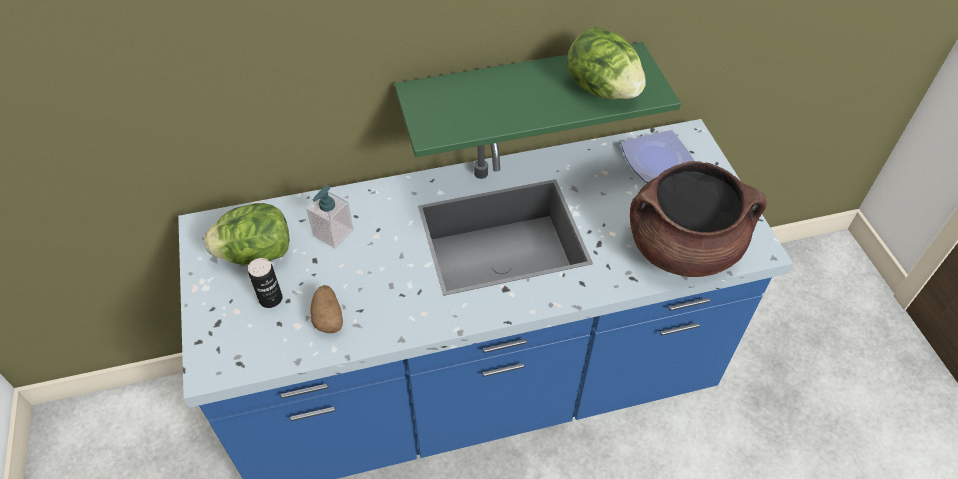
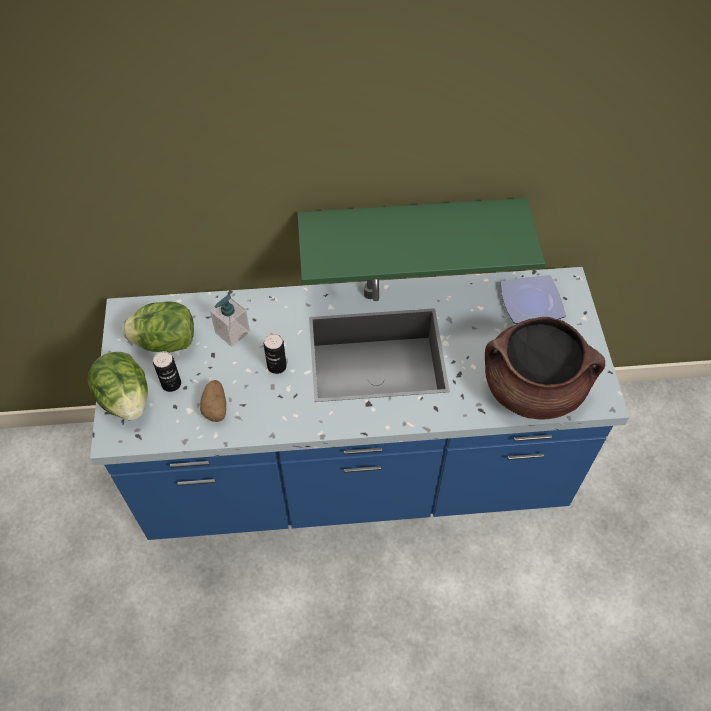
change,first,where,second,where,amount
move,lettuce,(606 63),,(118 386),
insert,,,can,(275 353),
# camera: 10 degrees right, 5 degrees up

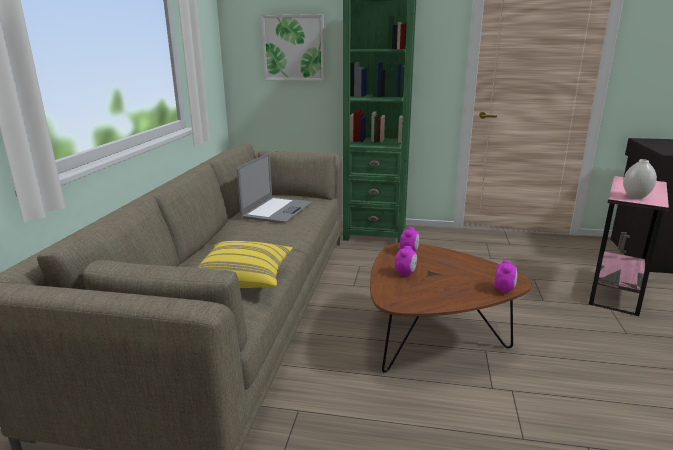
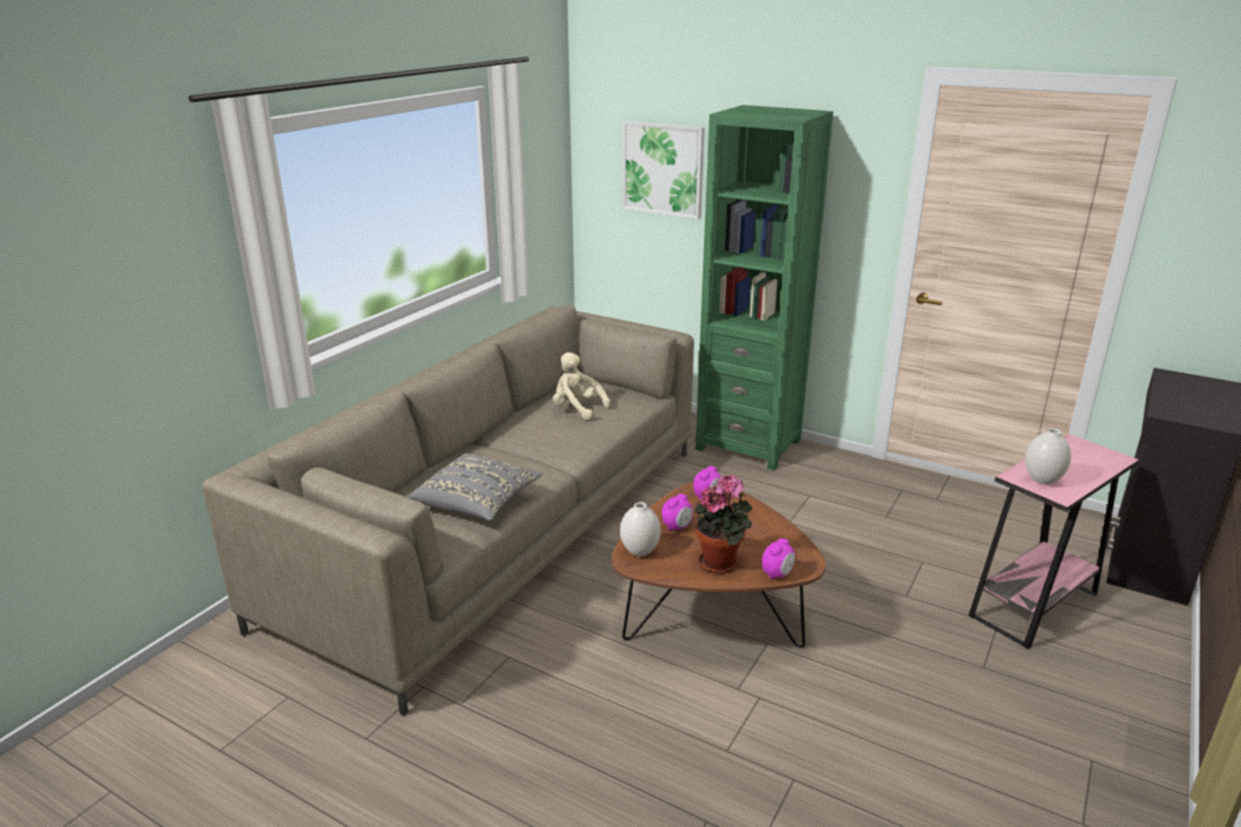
change,first,where,second,where,amount
recolor,yellow_pillow,(245 264),grey_pillow,(475 487),
replace,laptop,(274 188),beige_plush_toy,(582 386),
insert,,,white_vase,(640 529),
insert,,,potted_plant,(723 523),
# camera: 20 degrees right, 5 degrees up

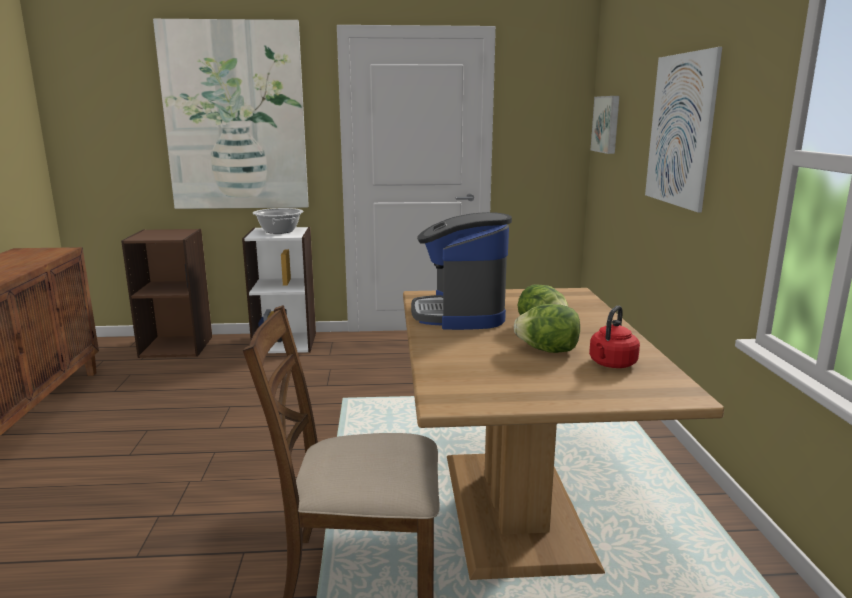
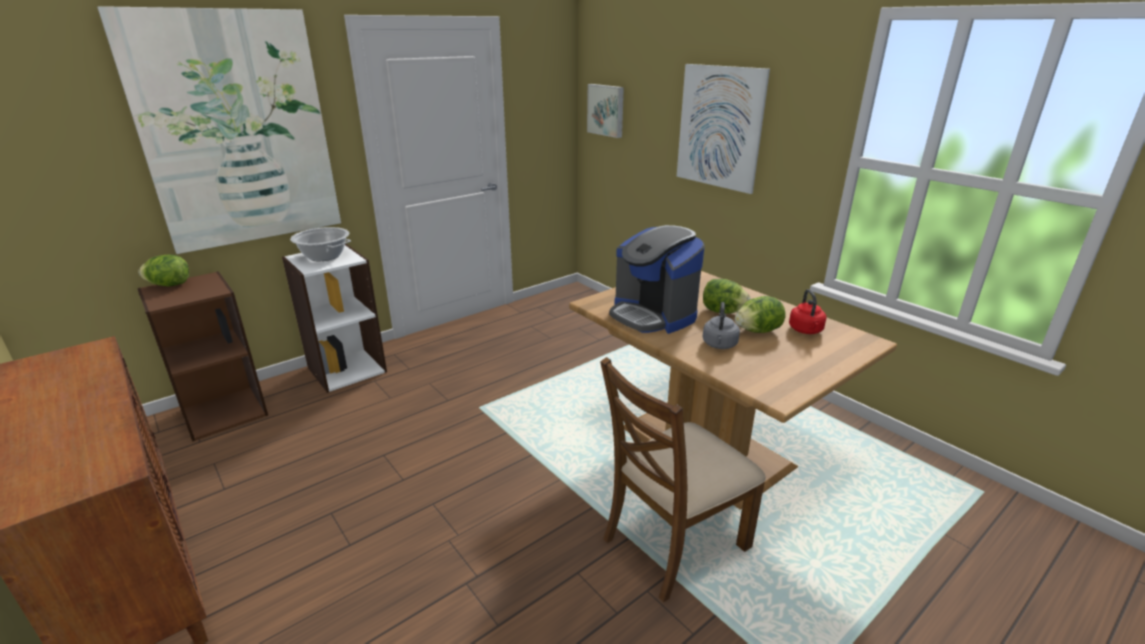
change,first,where,second,where,amount
insert,,,lettuce,(163 271),
insert,,,grey_kettle,(721 325),
# camera: 35 degrees left, 10 degrees up

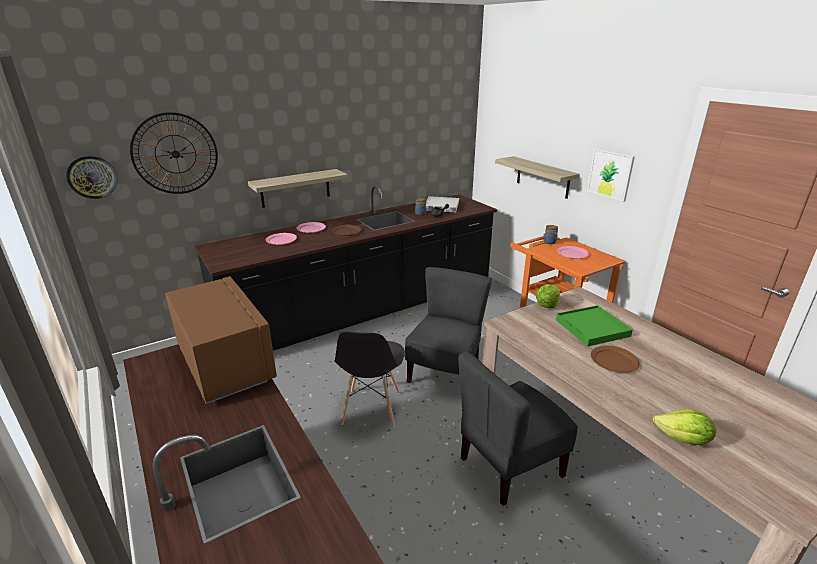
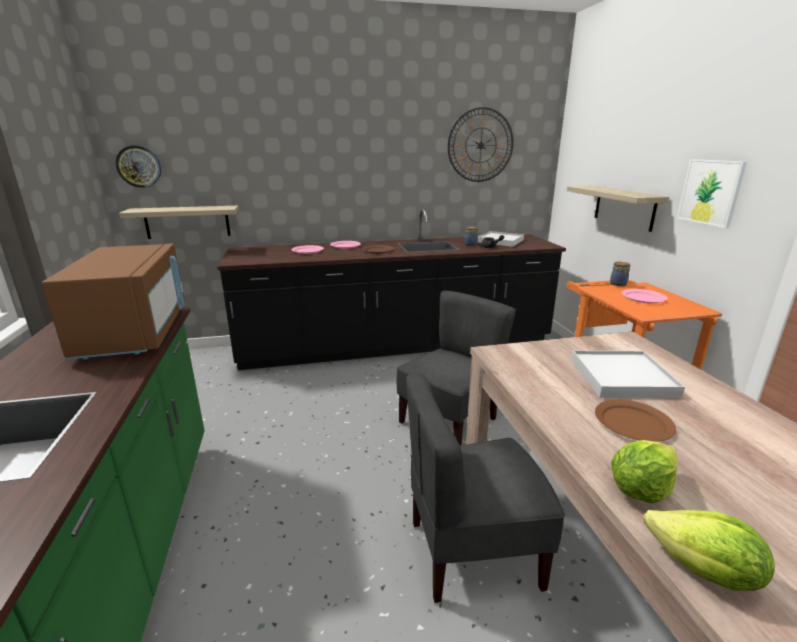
change,first,where,second,where,amount
move,shelf,(298 188),,(179 222),
move,wall_clock,(174 153),,(481 144),
recolor,green_tray,(594 326),white_tray,(628 374),
move,lettuce,(548 296),,(644 471),
delete,grey_chair,(369 380),,,
# camera: 20 degrees right, 5 degrees down

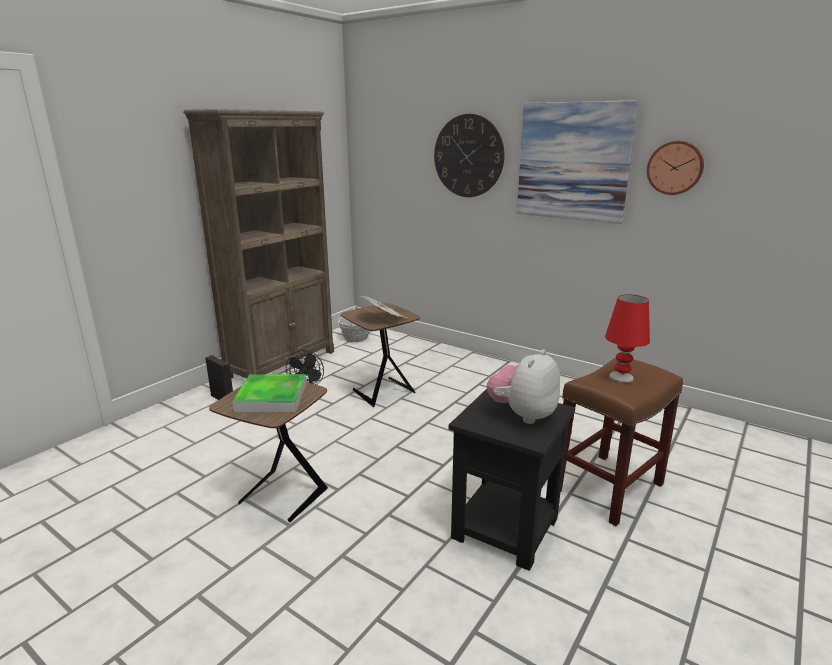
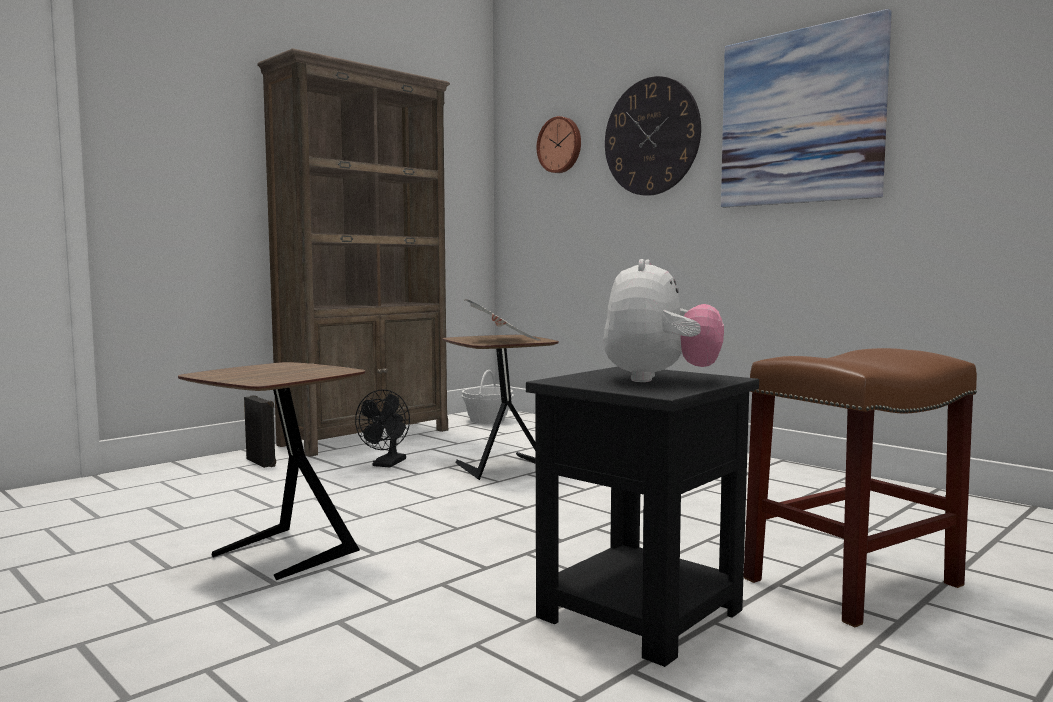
change,first,where,second,where,amount
move,wall_clock,(675 168),,(559 144),
rotate,plush_toy,(523 386),,(663 320),150 degrees clockwise
delete,tray,(269 393),,,
delete,red_table_lamp,(627 338),,,
# camera: 10 degrees right, 15 degrees down

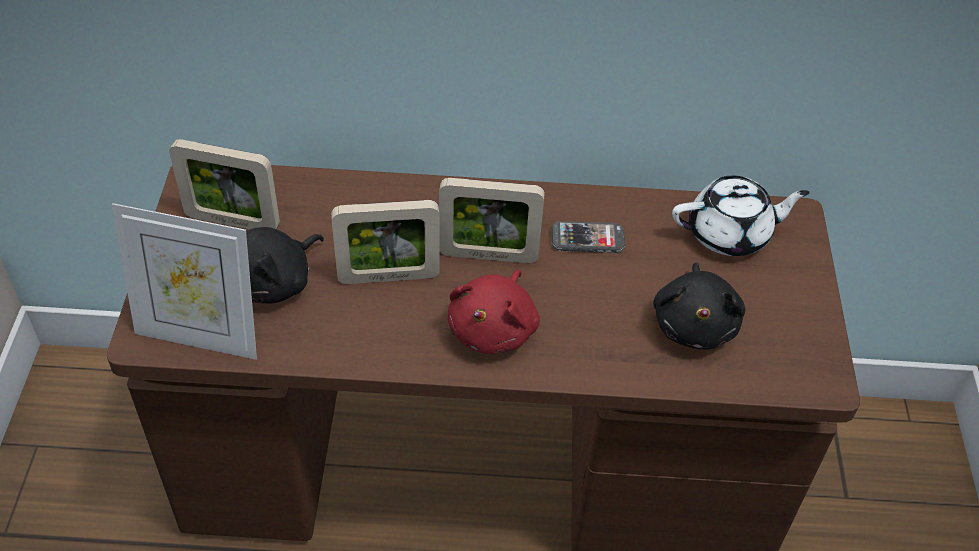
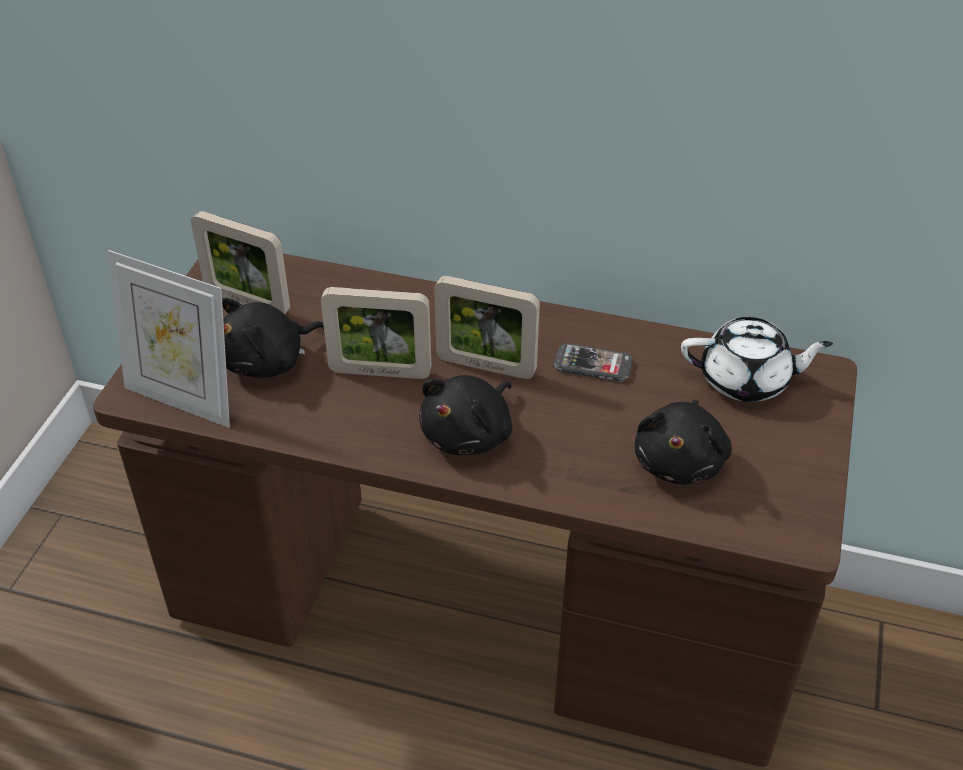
change,first,where,second,where,amount
recolor,red_plush_toy,(493 312),black_plush_toy,(465 415),
# camera: 15 degrees right, 5 degrees down

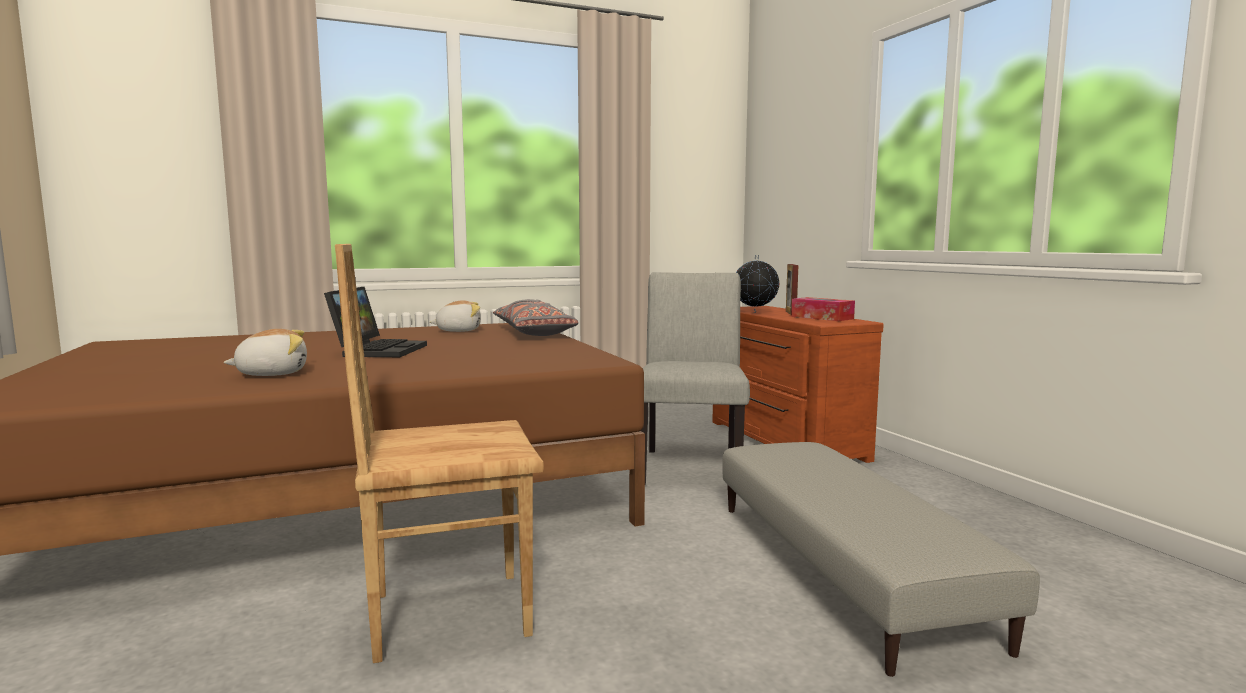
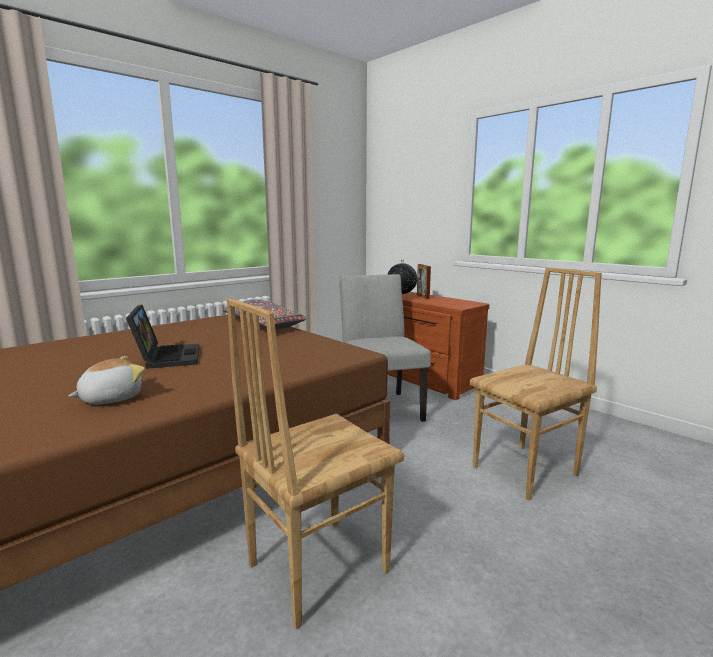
change,first,where,second,where,amount
replace,grey_ottoman,(881 559),brown_chair,(536 384),
delete,plush_toy,(455 316),,,
delete,tissue_box,(823 309),,,
# camera: 20 degrees left, 5 degrees up

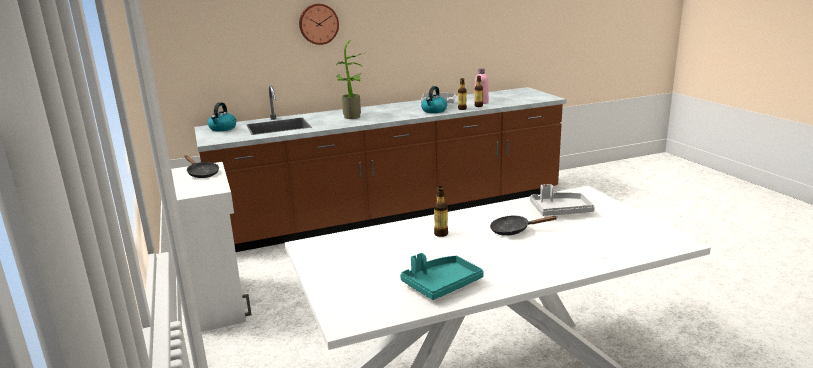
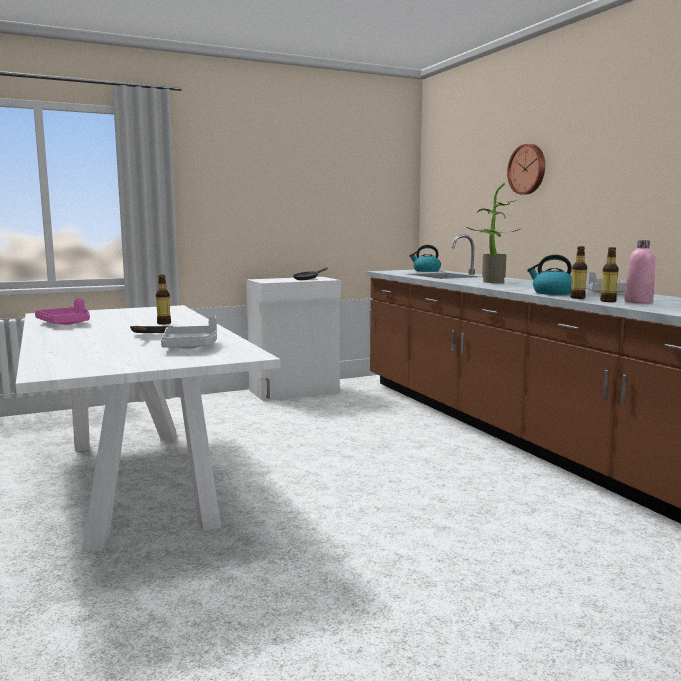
change,first,where,second,where,amount
recolor,turquoise_tray,(442 276),pink_tray,(62 311),
# camera: 85 degrees right, 10 degrees down

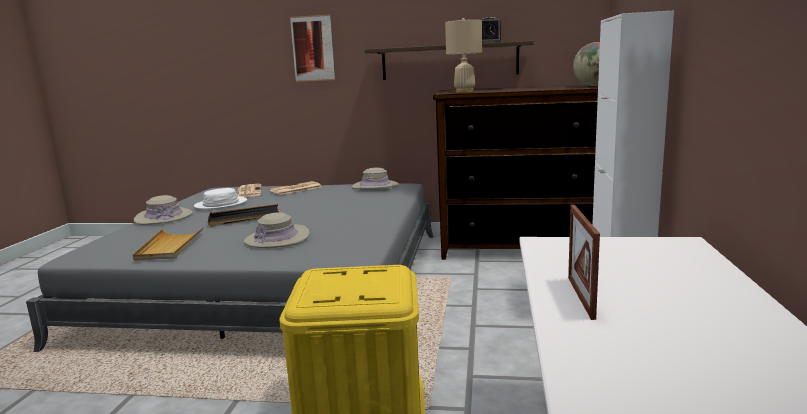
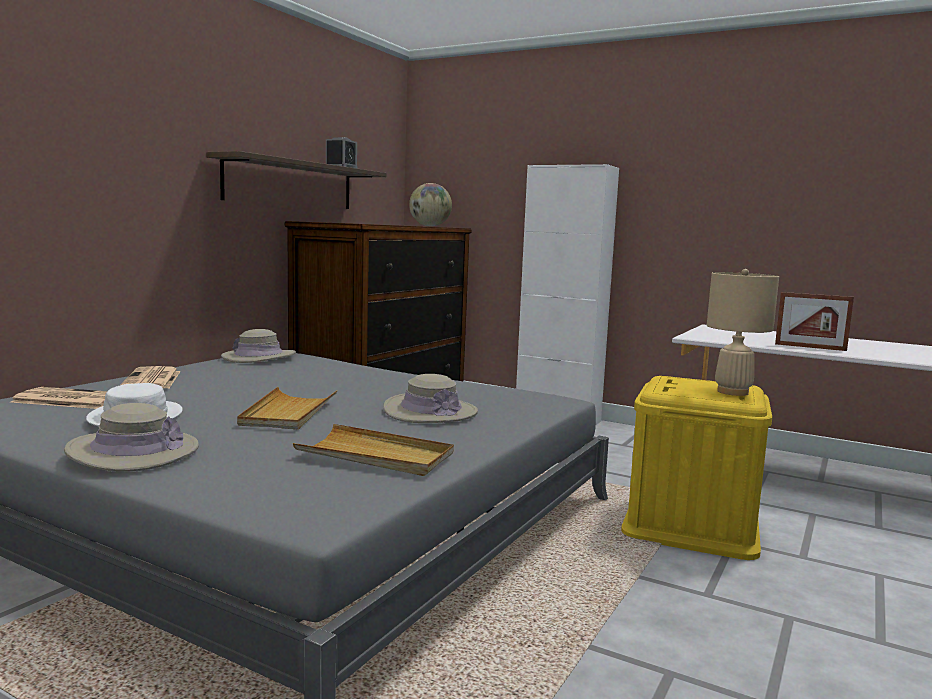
change,first,where,second,where,amount
recolor,black_tray,(243 215),beige_tray,(287 408),
move,beige_table_lamp,(463 55),,(743 332),
delete,picture,(312 48),,,
# camera: 70 degrees left, 5 degrees down

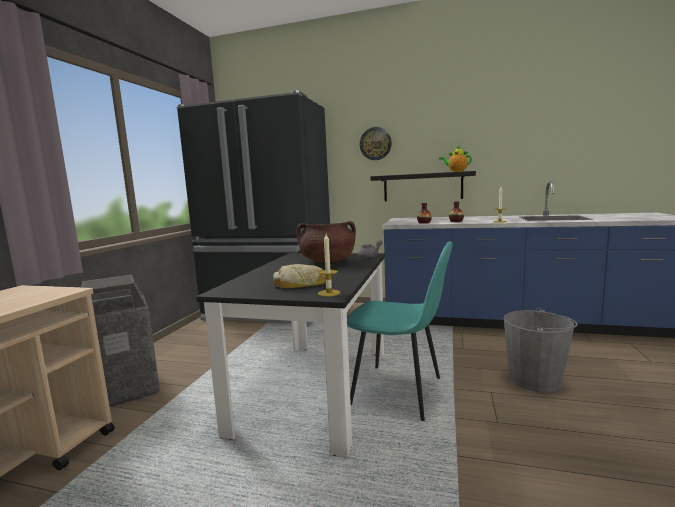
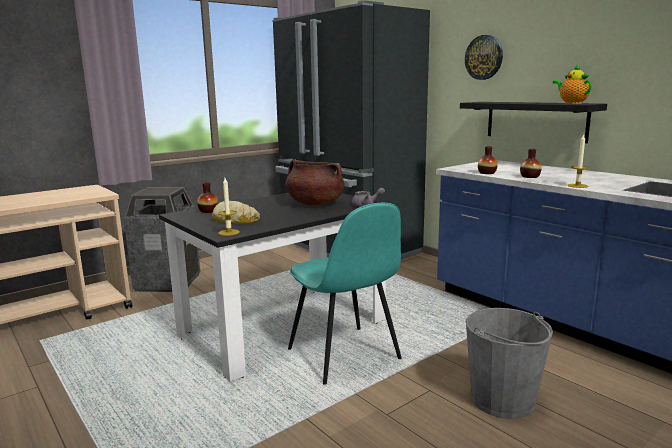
change,first,where,second,where,amount
insert,,,vase,(208 197),
# camera: 35 degrees right, 5 degrees up

